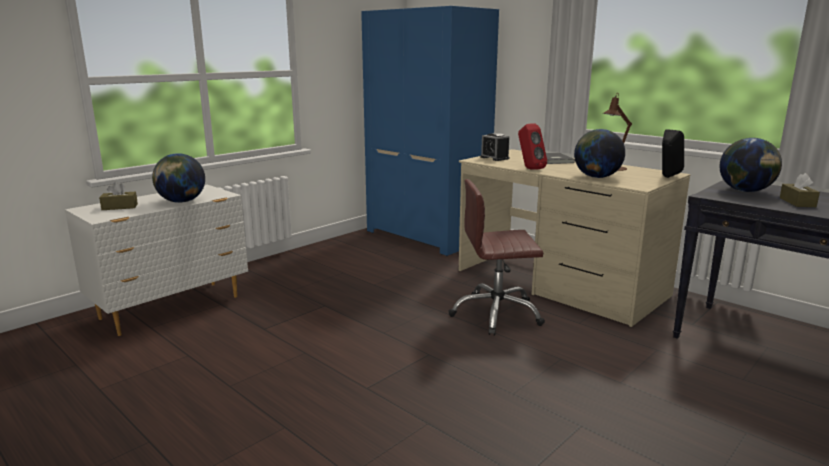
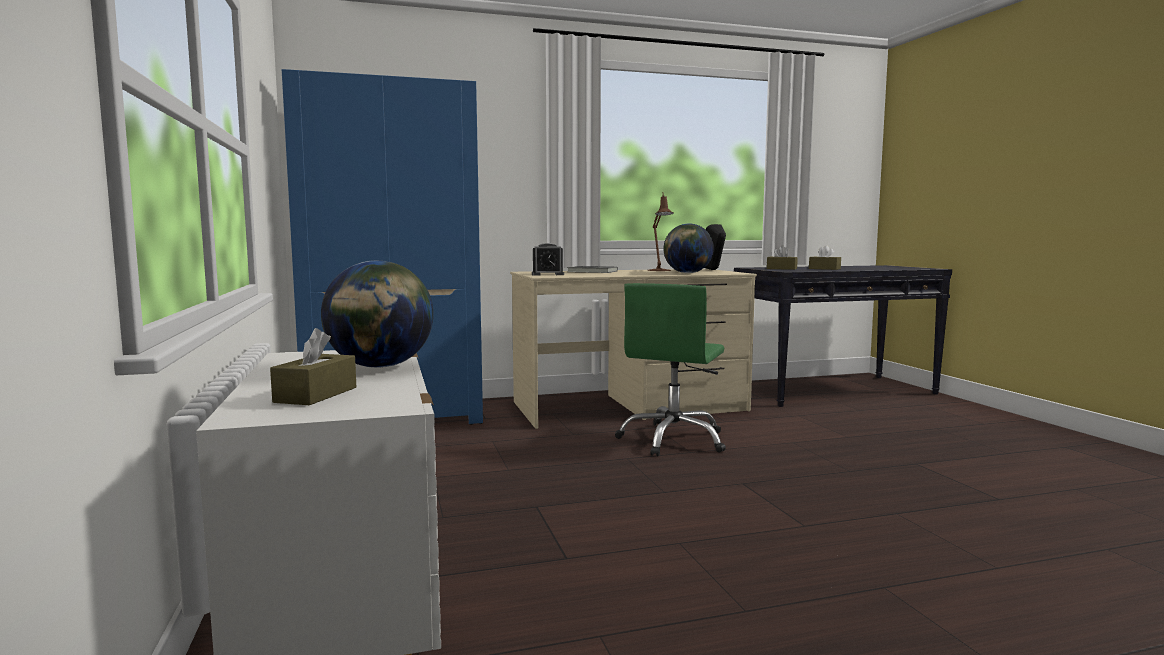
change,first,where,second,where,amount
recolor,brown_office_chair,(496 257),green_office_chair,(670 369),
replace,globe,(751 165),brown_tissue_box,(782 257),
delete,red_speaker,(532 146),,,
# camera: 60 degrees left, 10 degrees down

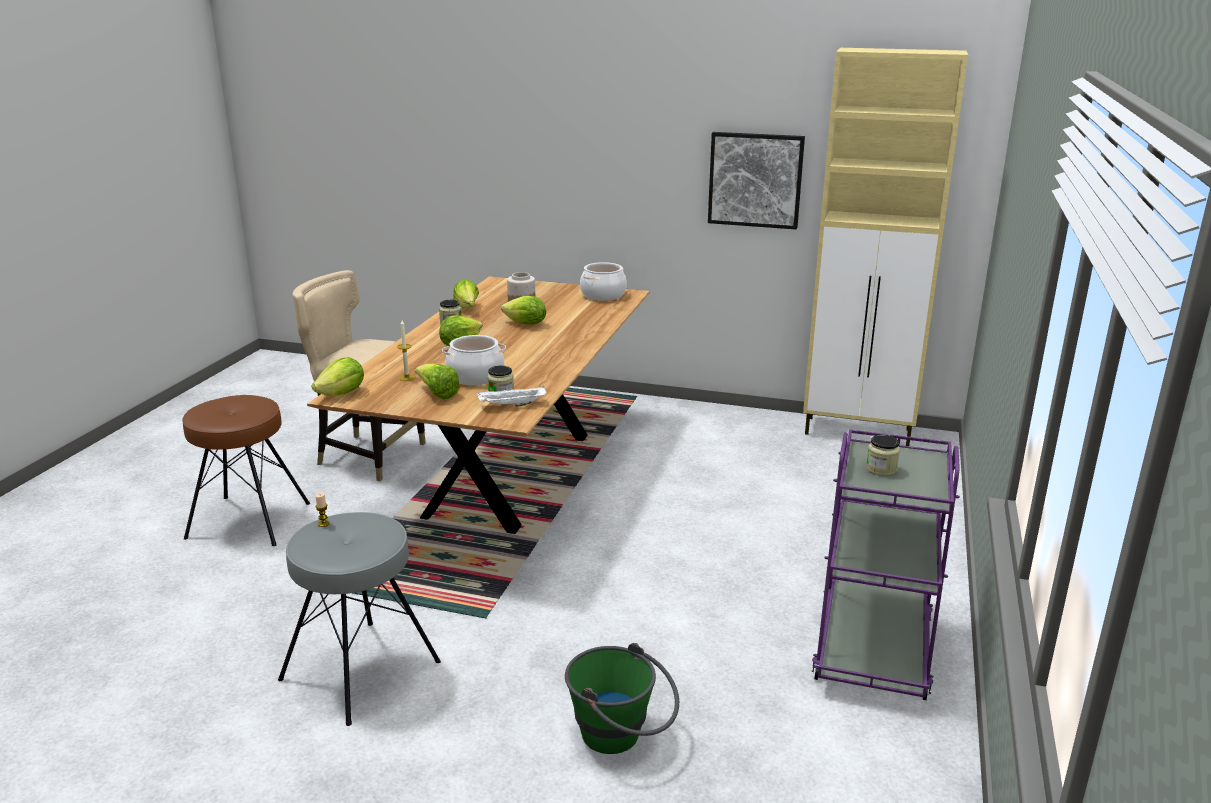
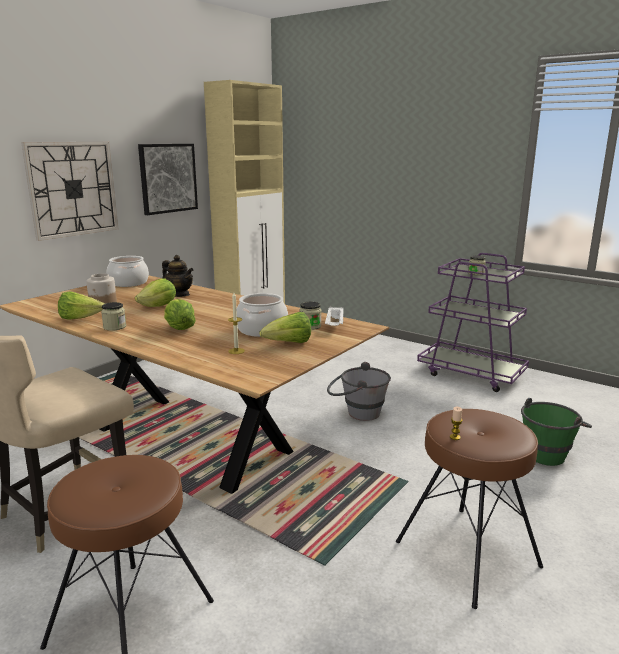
change,first,where,second,where,amount
insert,,,wall_clock,(69 191),
insert,,,teapot,(178 276),
insert,,,grey_bucket,(359 391),
recolor,grey_stool,(359 619),brown_stool,(469 509),
delete,lettuce,(337 376),,,
# camera: 70 degrees left, 5 degrees down

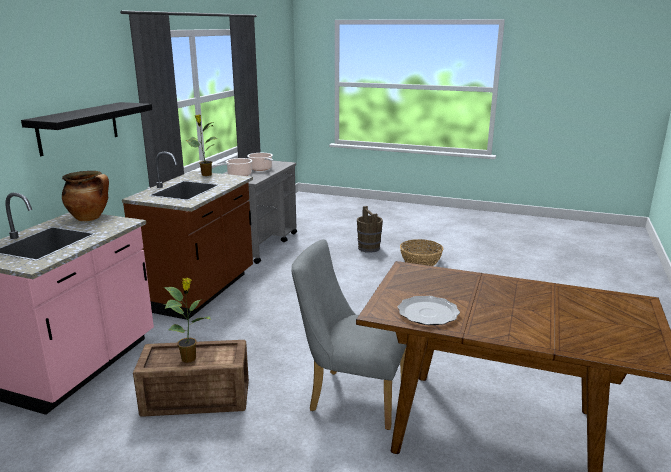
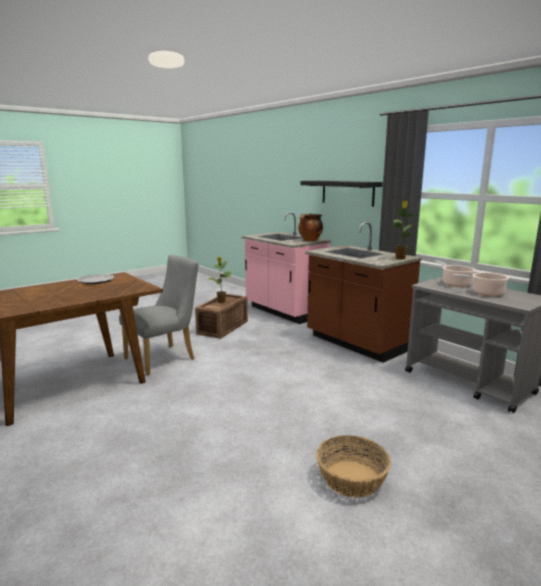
change,first,where,second,where,amount
delete,brown_bucket,(370 229),,,
# camera: 120 degrees right, 5 degrees down

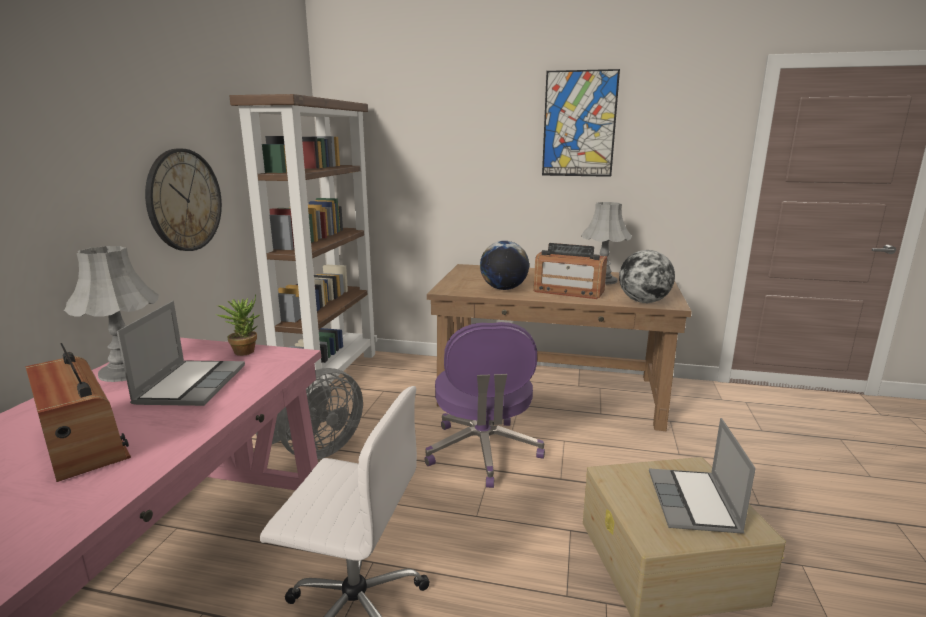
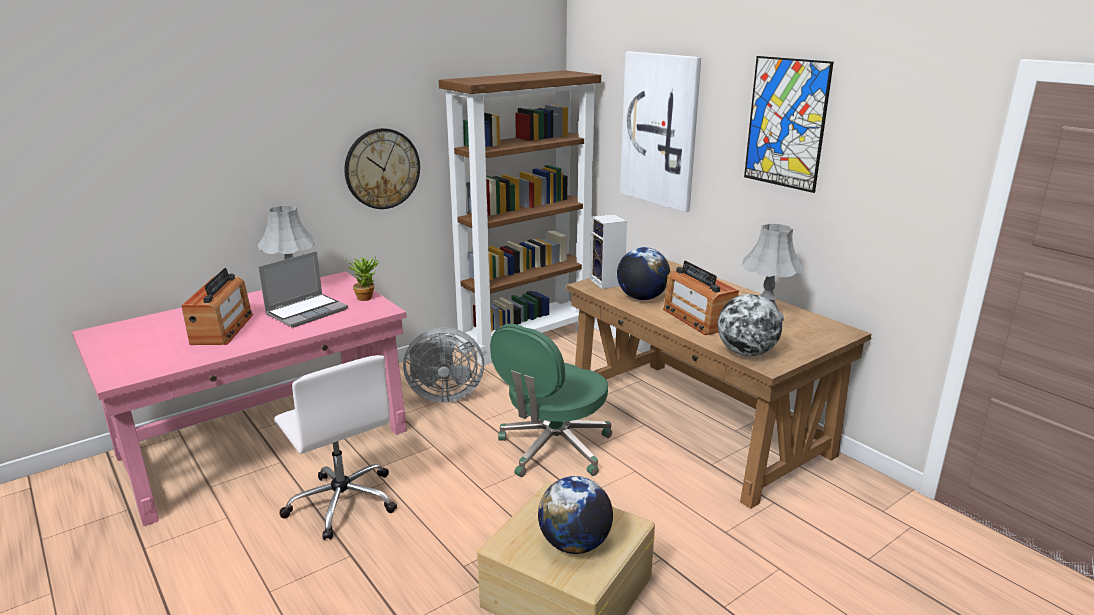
change,first,where,second,where,amount
recolor,purple_office_chair,(484 405),green_office_chair,(551 400),
replace,laptop,(702 475),globe,(575 515),
insert,,,speaker,(608 251),
insert,,,picture,(660 131),
# camera: 40 degrees right, 5 degrees up

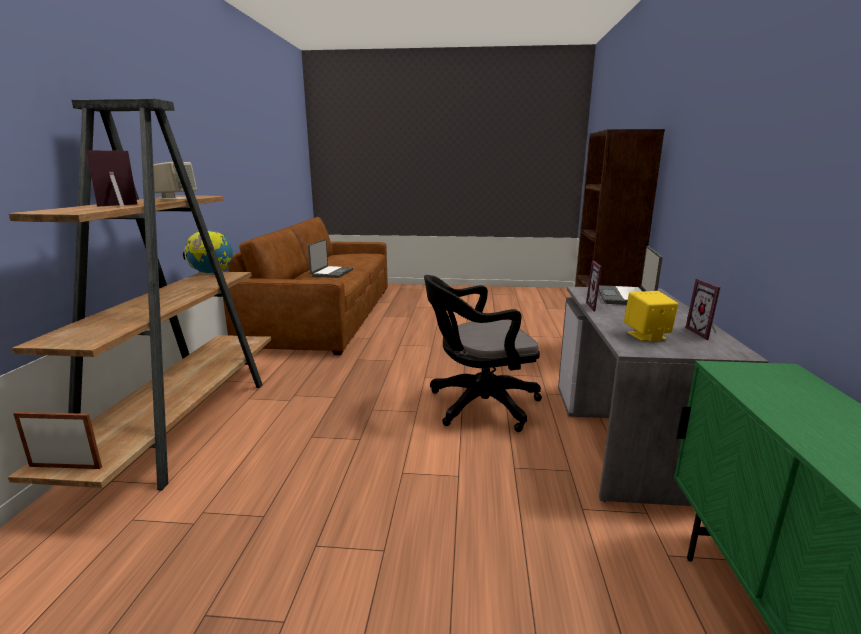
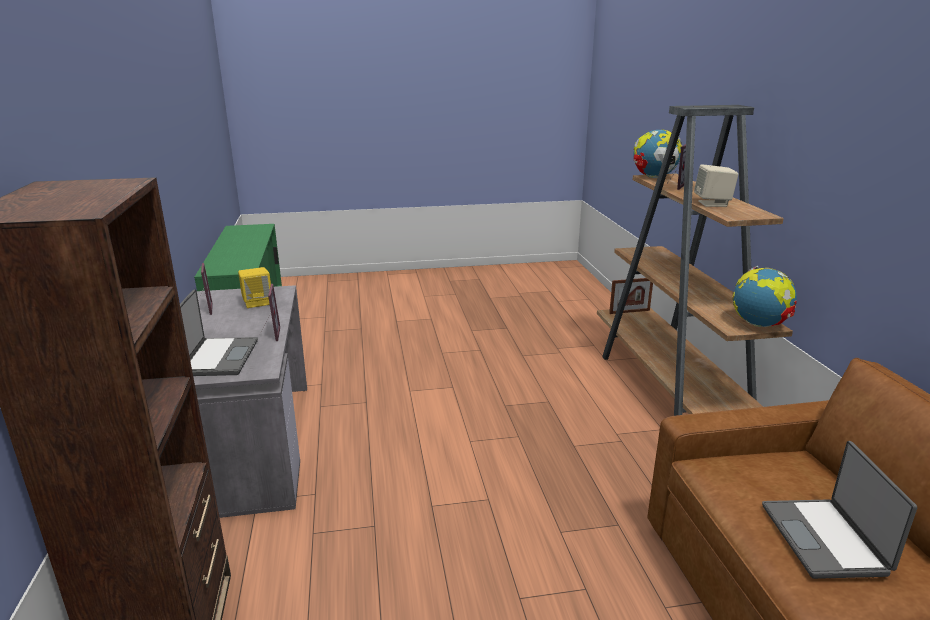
change,first,where,second,where,amount
insert,,,globe,(658 153),
delete,black_office_chair,(483 353),,,
# camera: 165 degrees right, 5 degrees up

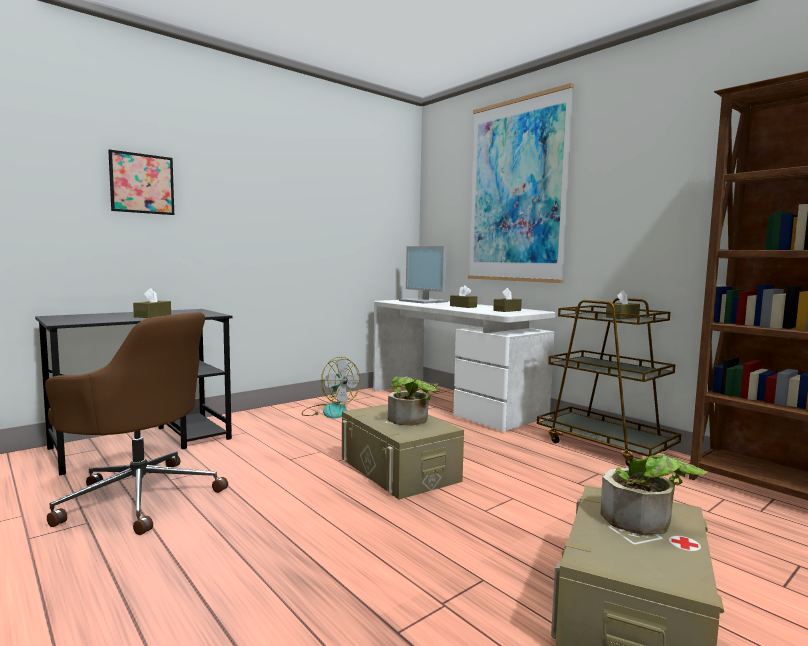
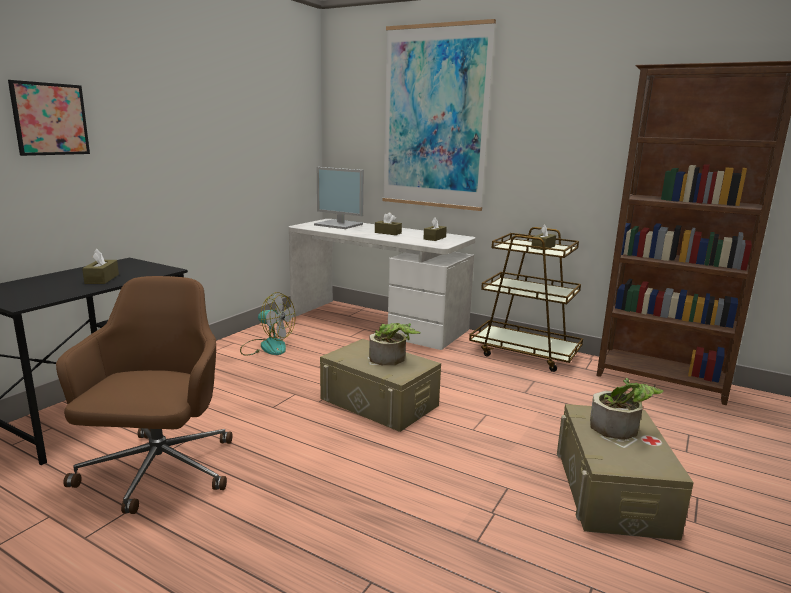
change,first,where,second,where,amount
rotate,brown_office_chair,(136 423),,(144 395),90 degrees counterclockwise
# camera: 20 degrees left, 10 degrees up

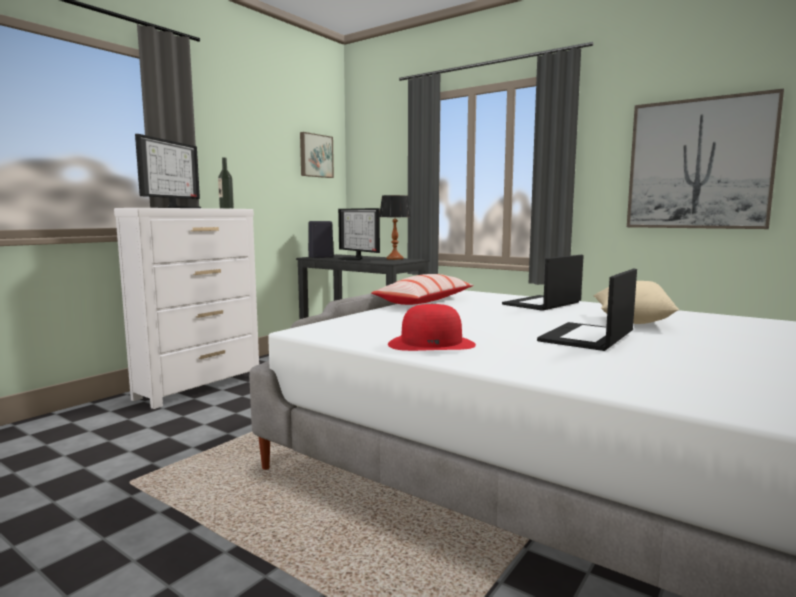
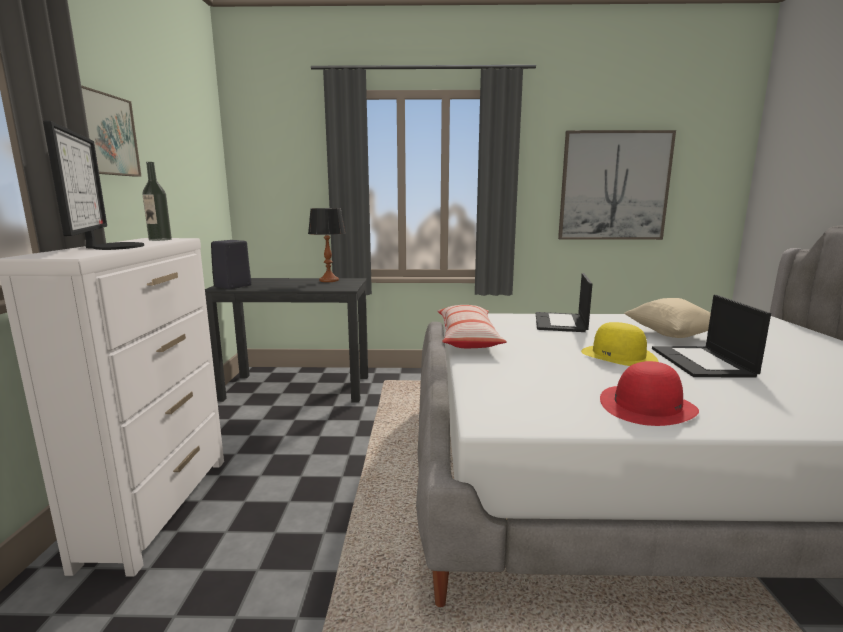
change,first,where,second,where,amount
move,picture,(317 155),,(111 130),
insert,,,yellow_hat,(619 344),
delete,monitor,(359 234),,,
# camera: 35 degrees left, 5 degrees up

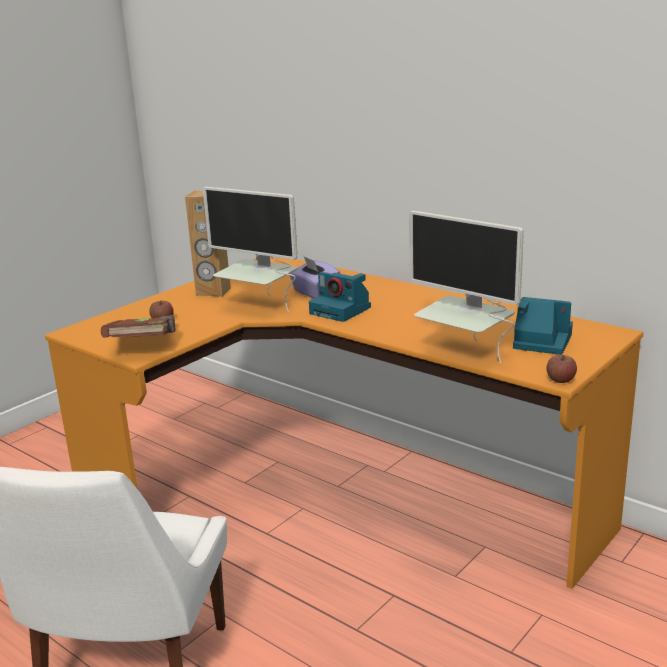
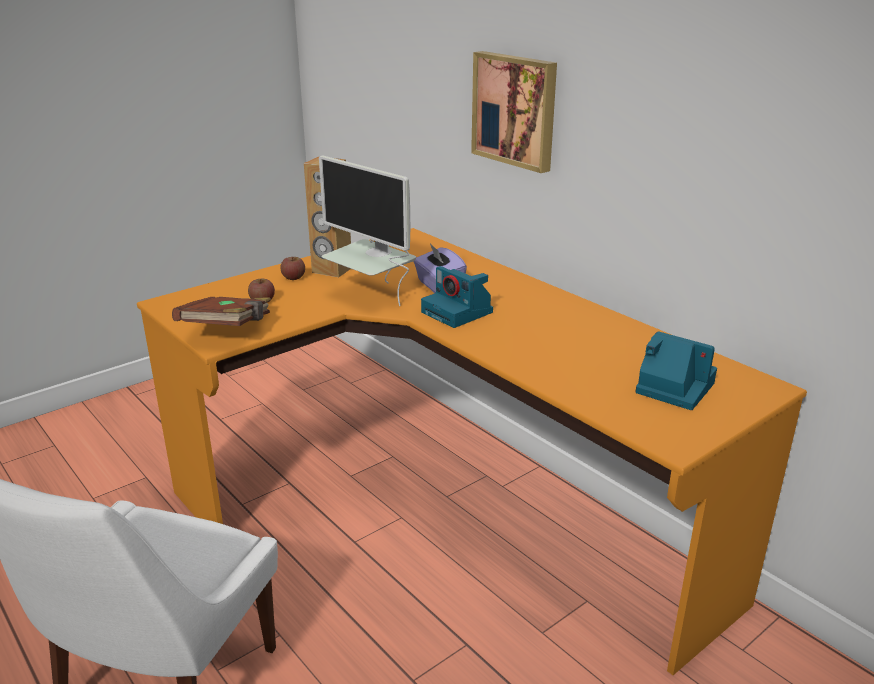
change,first,where,second,where,amount
move,apple,(562 369),,(293 268),
insert,,,picture,(514 112),
delete,monitor,(466 287),,,
# camera: 10 degrees right, 5 degrees up

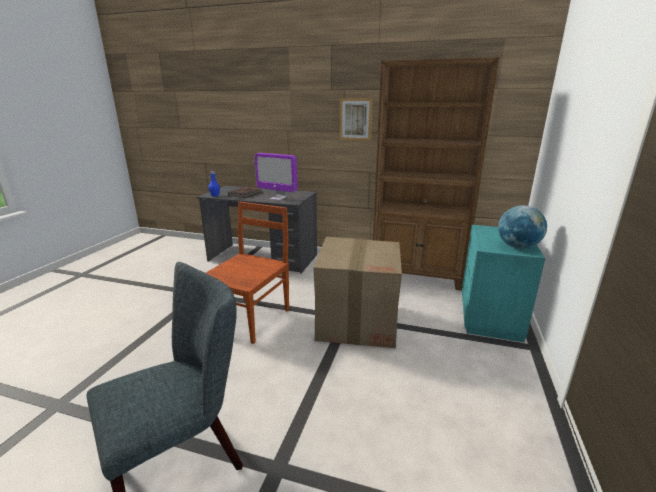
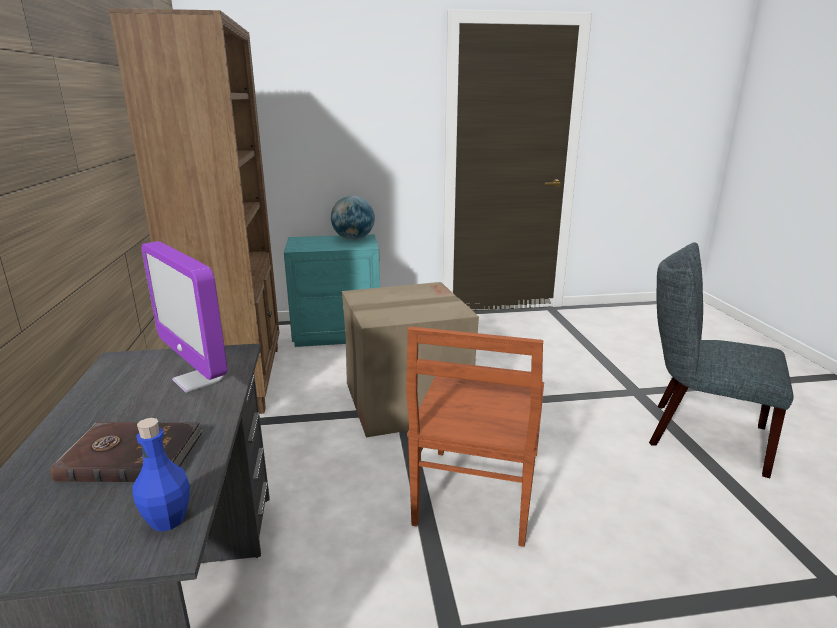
change,first,where,second,where,amount
rotate,monitor,(276 177),,(185 317),135 degrees clockwise
rotate,brown_chair,(247 273),,(475 436),75 degrees counterclockwise
delete,picture,(356 119),,,
# camera: 115 degrees left, 0 degrees up

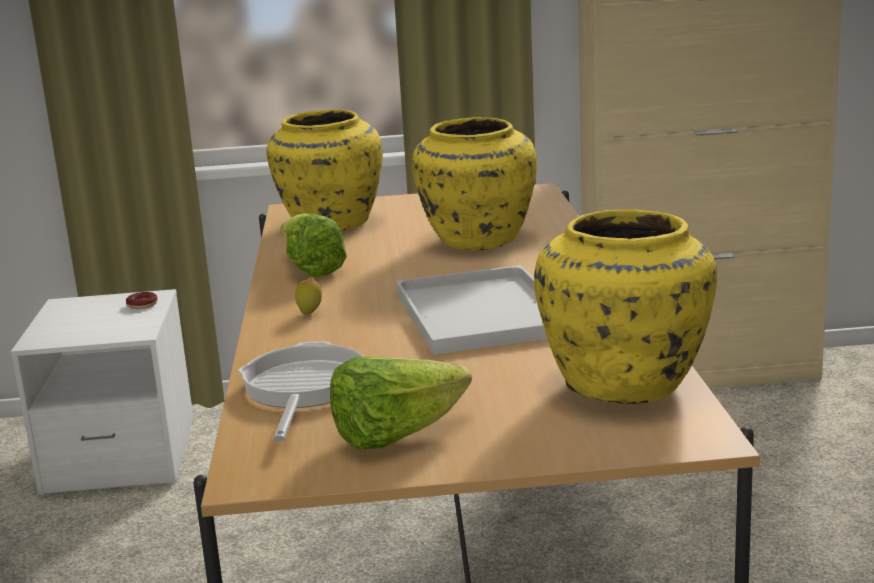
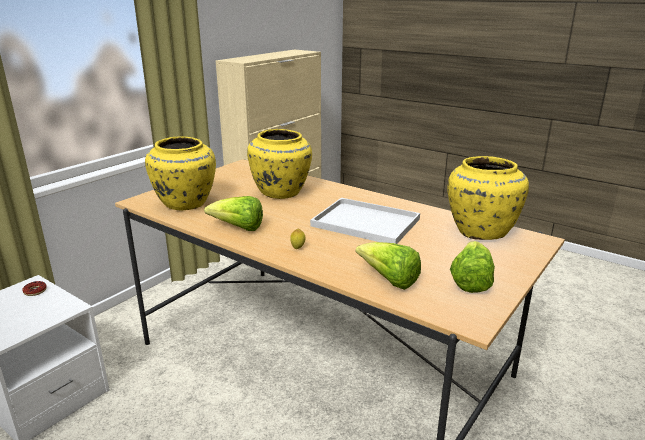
change,first,where,second,where,amount
replace,frying_pan,(301 391),lettuce,(388 266),
# camera: 50 degrees left, 5 degrees up

